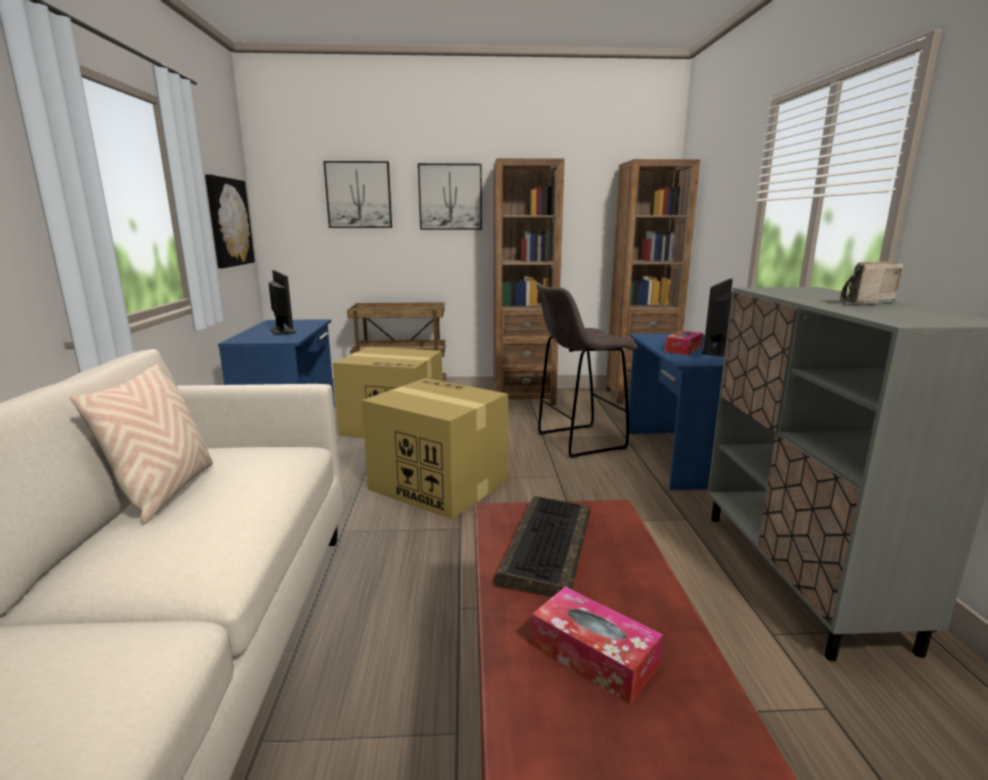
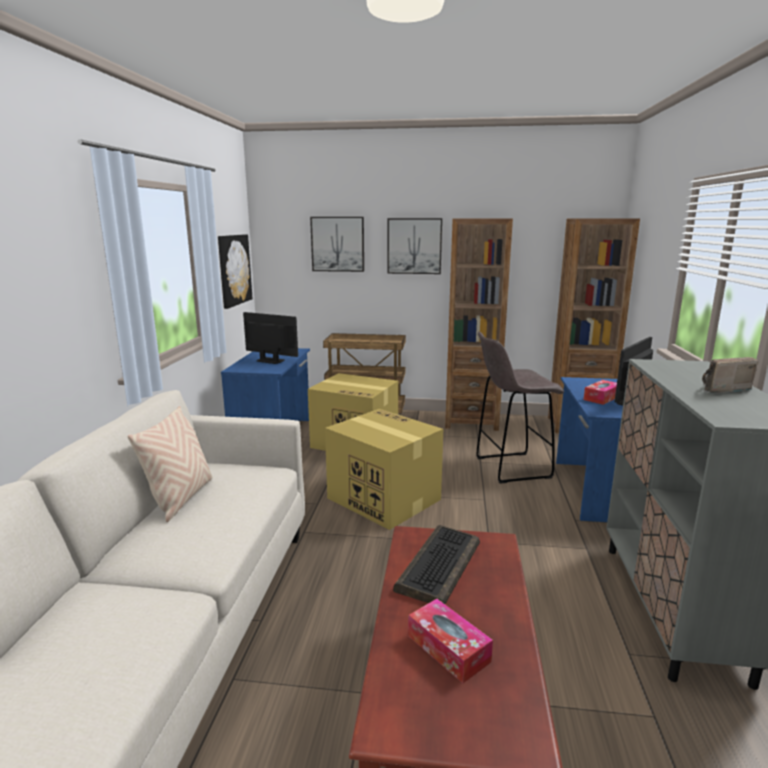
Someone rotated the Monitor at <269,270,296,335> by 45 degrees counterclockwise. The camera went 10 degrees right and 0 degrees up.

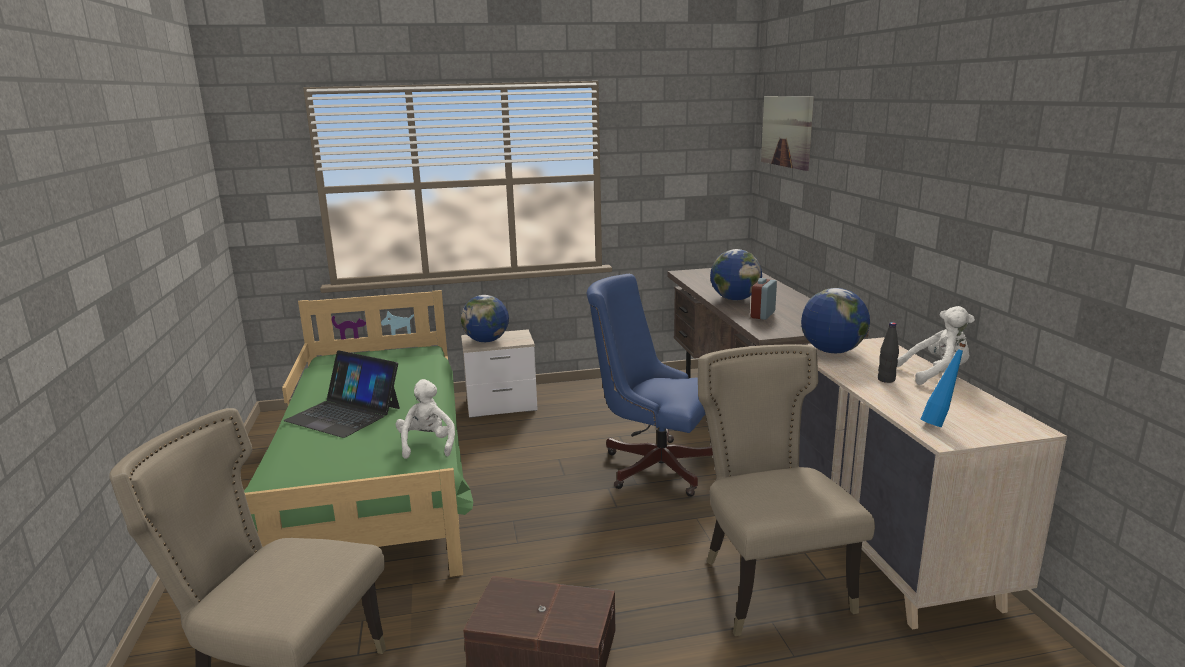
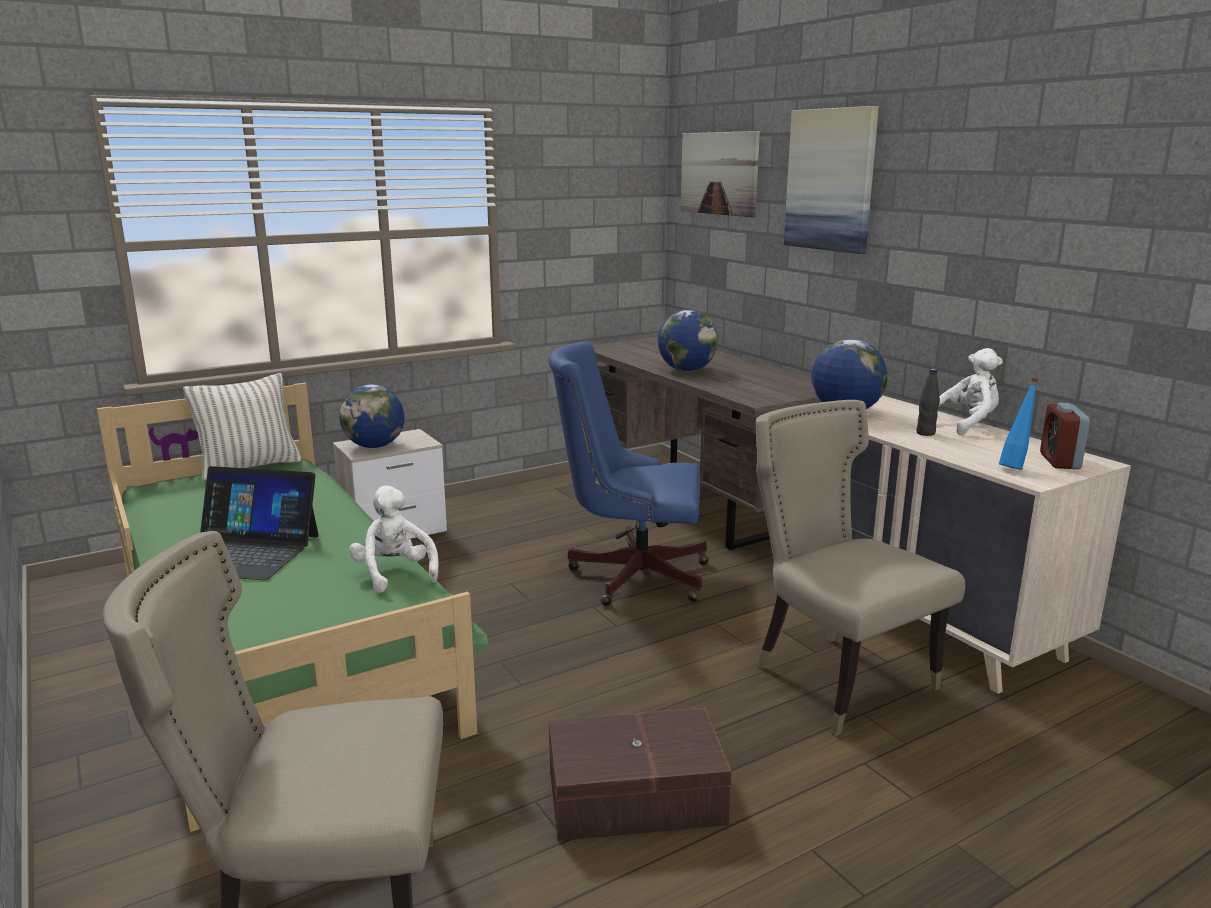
Someone put down the Kissen at <183,373,302,480>. Someone put up the Bild at <784,106,879,254>. Someone carried the Wecker from <751,278,777,320> to <1040,403,1090,469>. The camera went 20 degrees left and 0 degrees up.

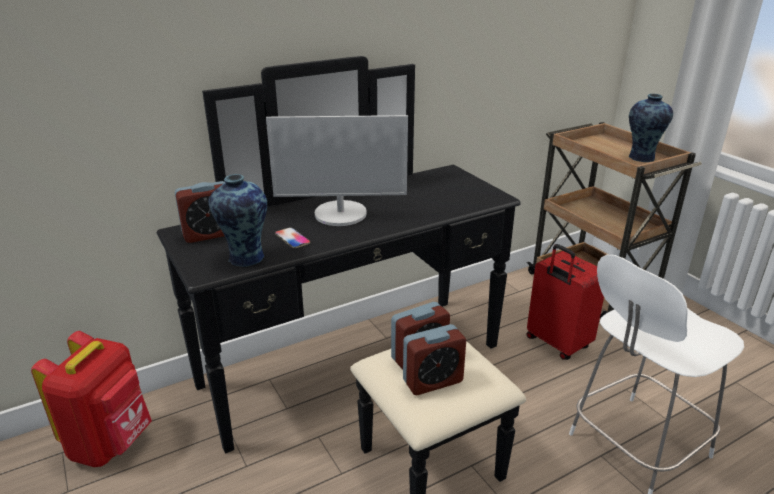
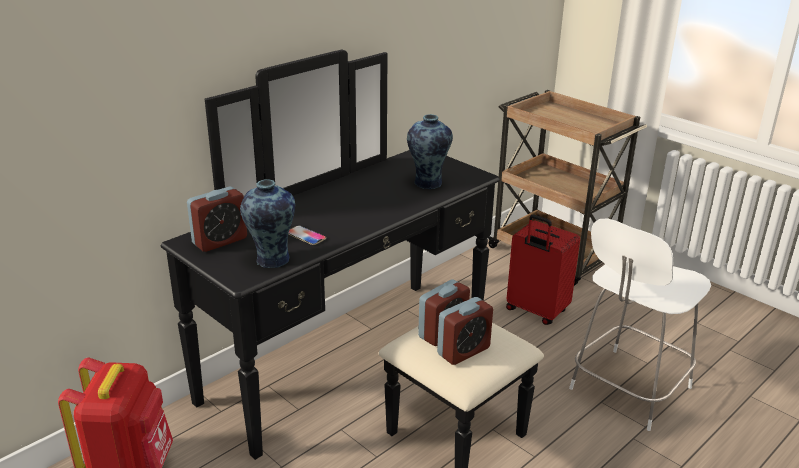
Someone took away the Monitor at <266,115,408,226>. Someone carried the Vase from <629,94,673,162> to <407,114,453,189>. The camera went 15 degrees left and 0 degrees up.

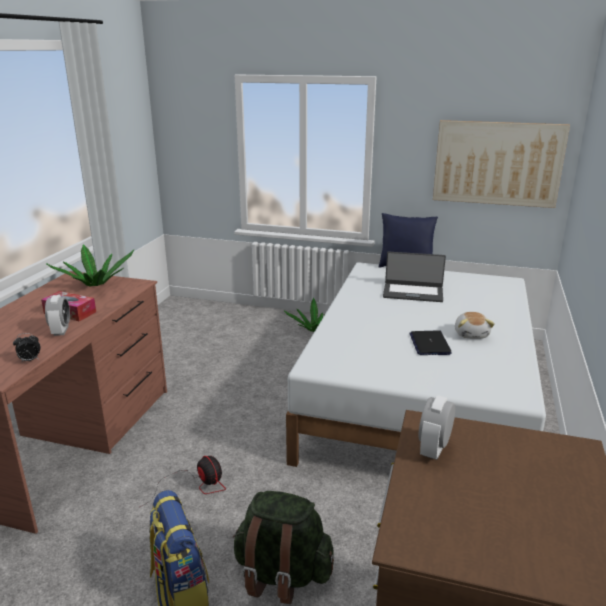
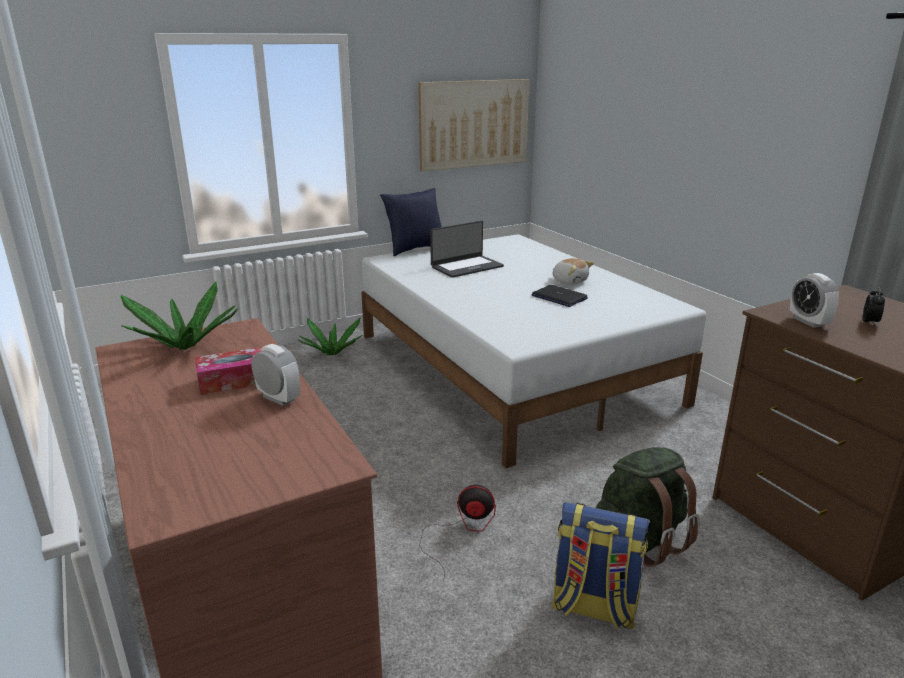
Someone carried the Wecker from <13,333,40,361> to <863,287,885,327>. The camera went 45 degrees left and 0 degrees up.

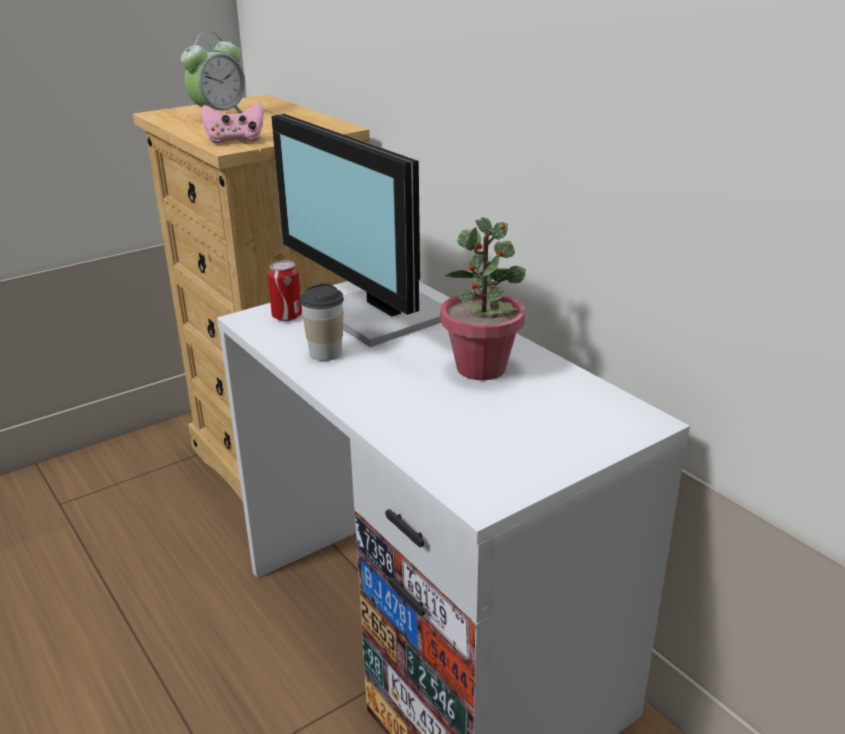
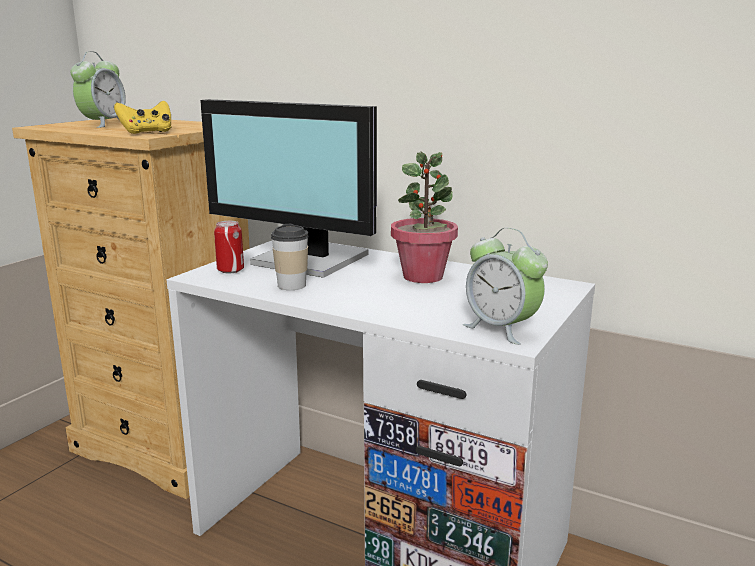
Someone put down the Wecker at <463,228,548,345>. Someone repainted the Gamepad/rosa at <201,102,264,143>, which became the Gamepad/gelb at <114,101,172,134>. The camera went 25 degrees left and 10 degrees down.

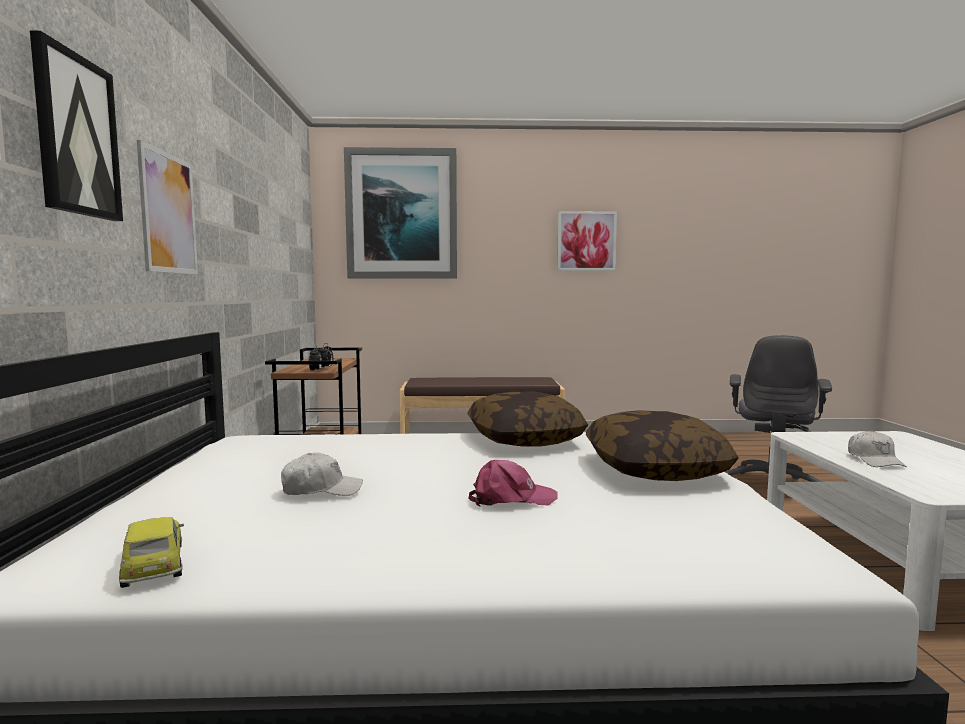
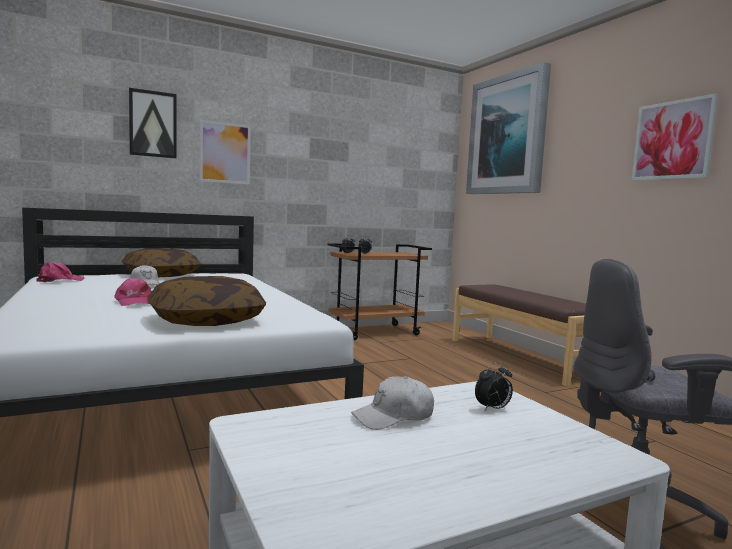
Someone put down the Wecker at <475,362,513,412>. Someone carried the Kissen from <467,391,588,447> to <122,248,201,277>. Someone swapped the Spielzeugauto at <119,517,184,588> for the Kappe/rosa at <36,262,85,282>. The camera went 65 degrees right and 0 degrees up.

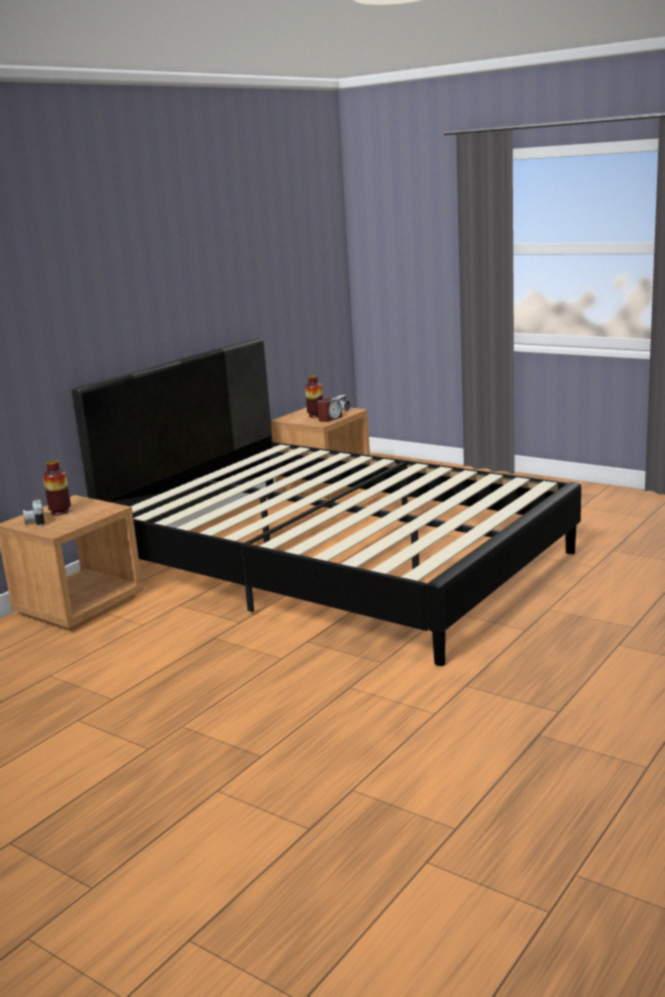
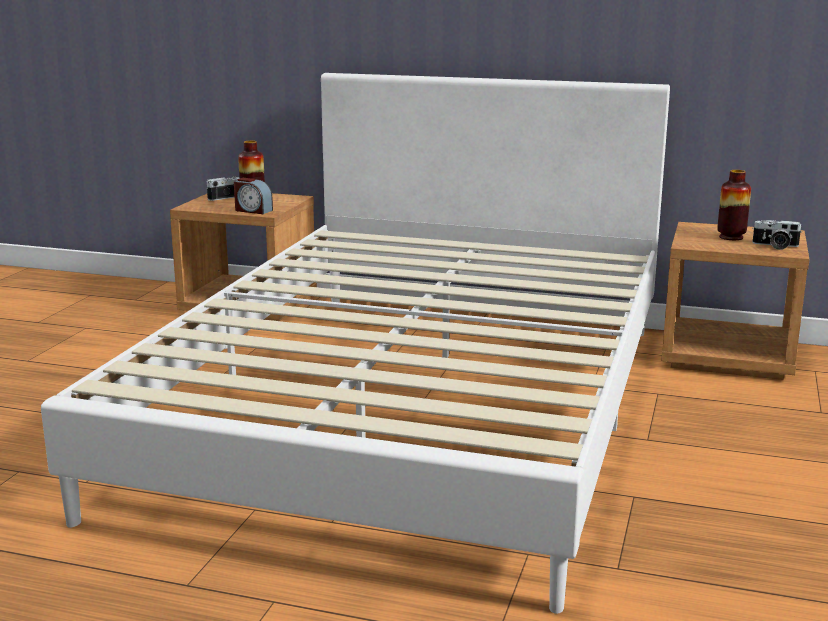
Someone carried the Wecker from <317,398,342,422> to <234,178,273,214>. Someone repainted the Bett/schwarz at <71,338,581,666>, which became the Bett/weiß at <41,73,670,614>. The camera went 70 degrees right and 0 degrees up.

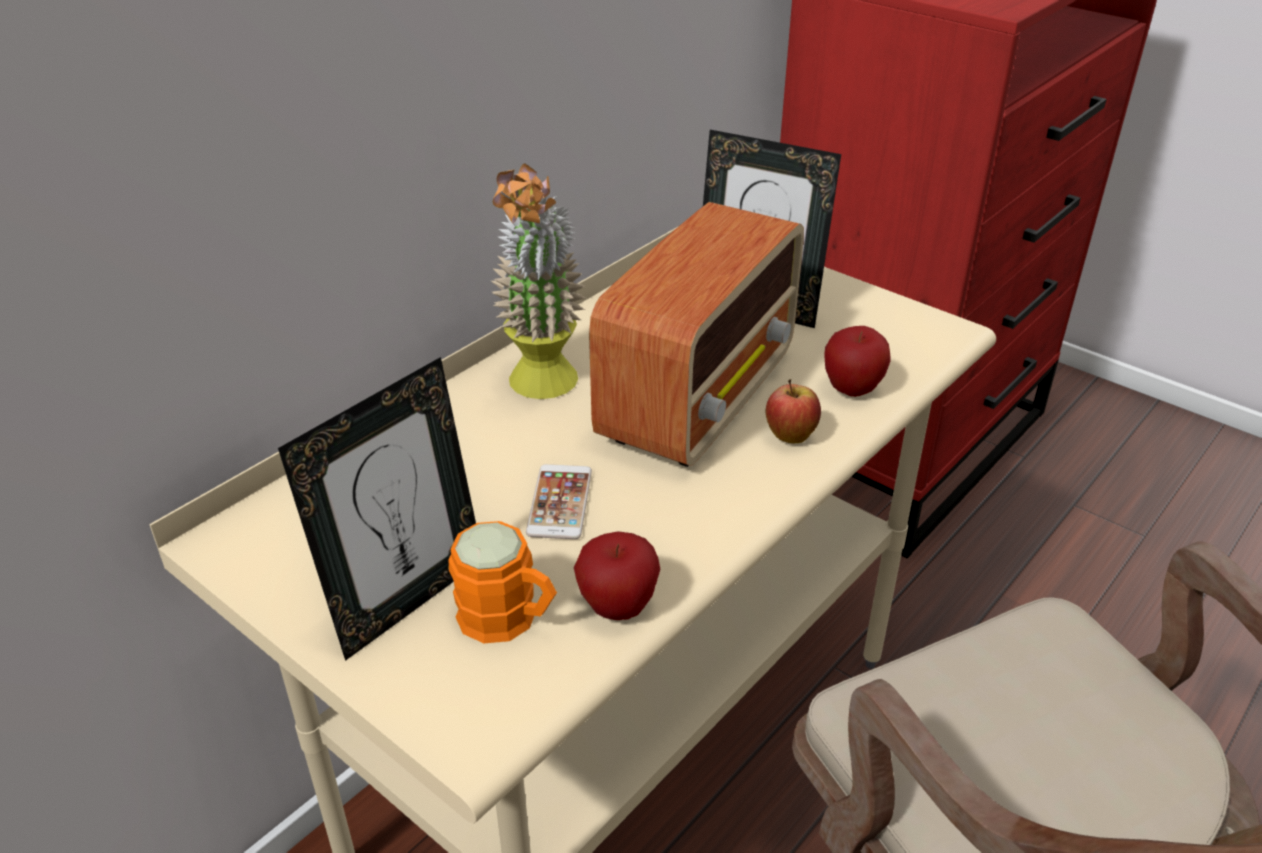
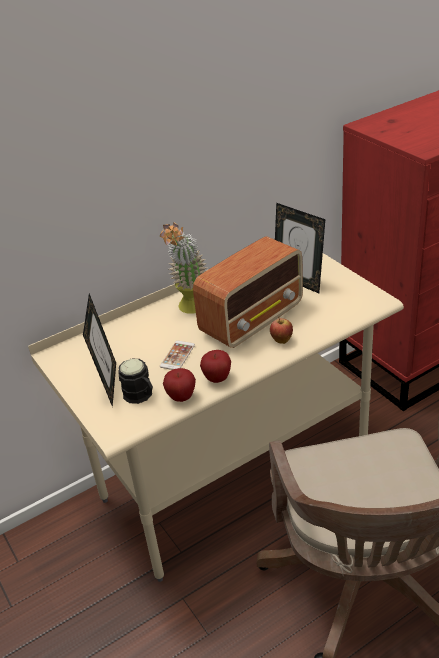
Someone carried the Apfel from <824,326,891,397> to <200,350,231,383>. Someone repainted the Henkelbecher/orange at <448,521,557,643>, which became the Henkelbecher/schwarz at <118,358,153,404>. Someone rotated the Bilderrahmen at <278,357,476,661> by 60 degrees counterclockwise. The camera went 20 degrees right and 0 degrees up.

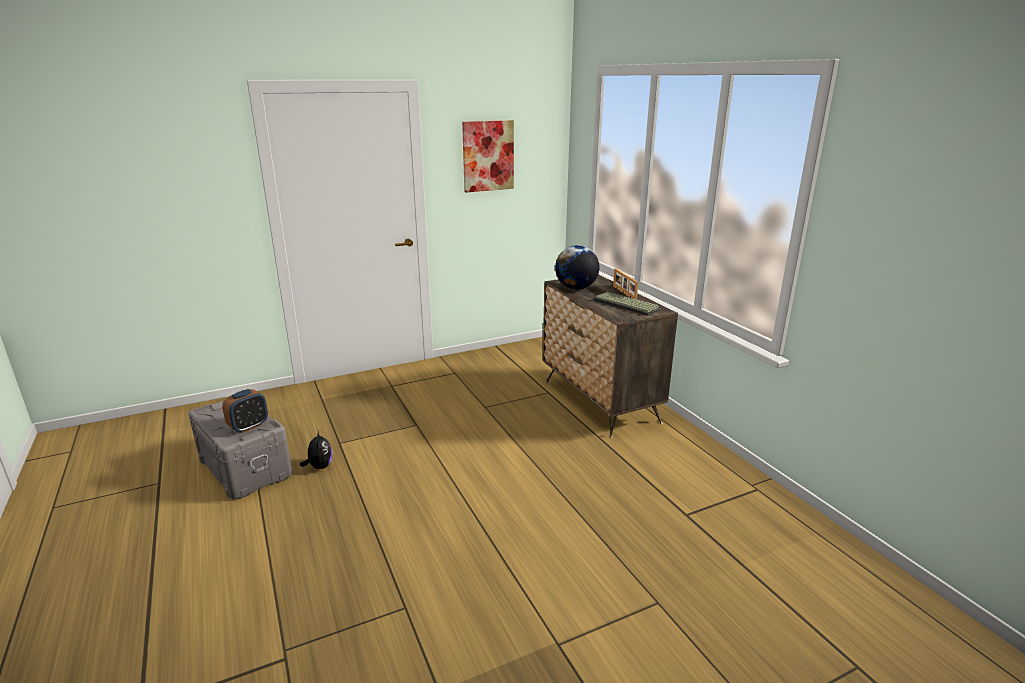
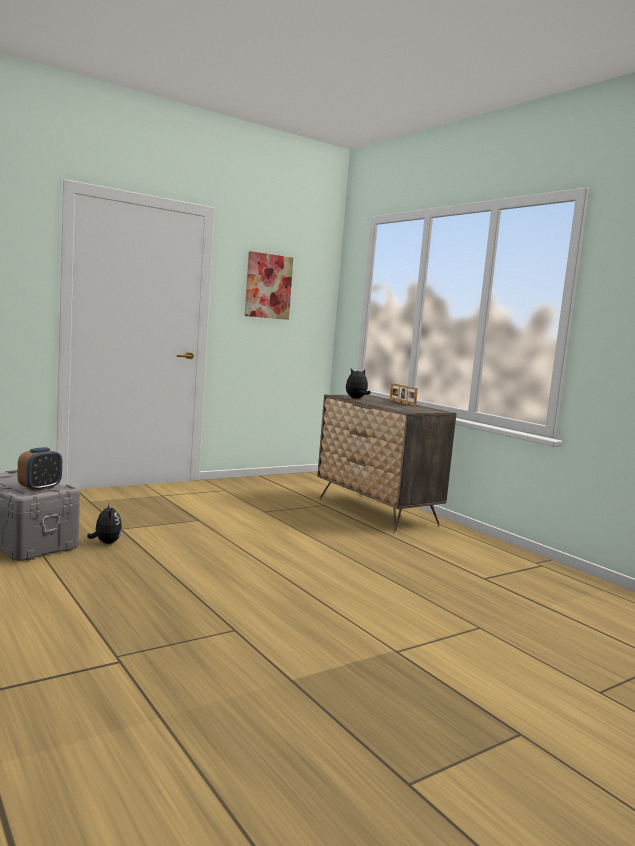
Someone took away the Tastatur at <594,292,661,316>. Someone swapped the Globus at <555,245,599,290> for the Plüschtier at <346,369,371,398>. The camera went 10 degrees left and 15 degrees down.

